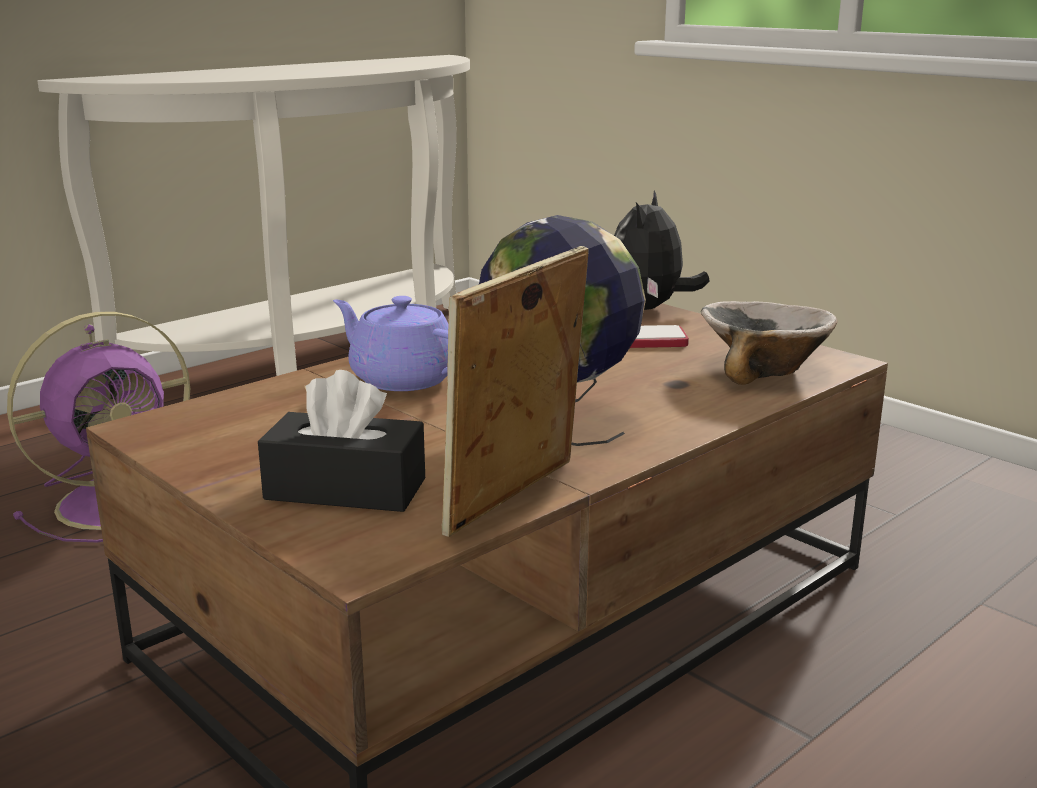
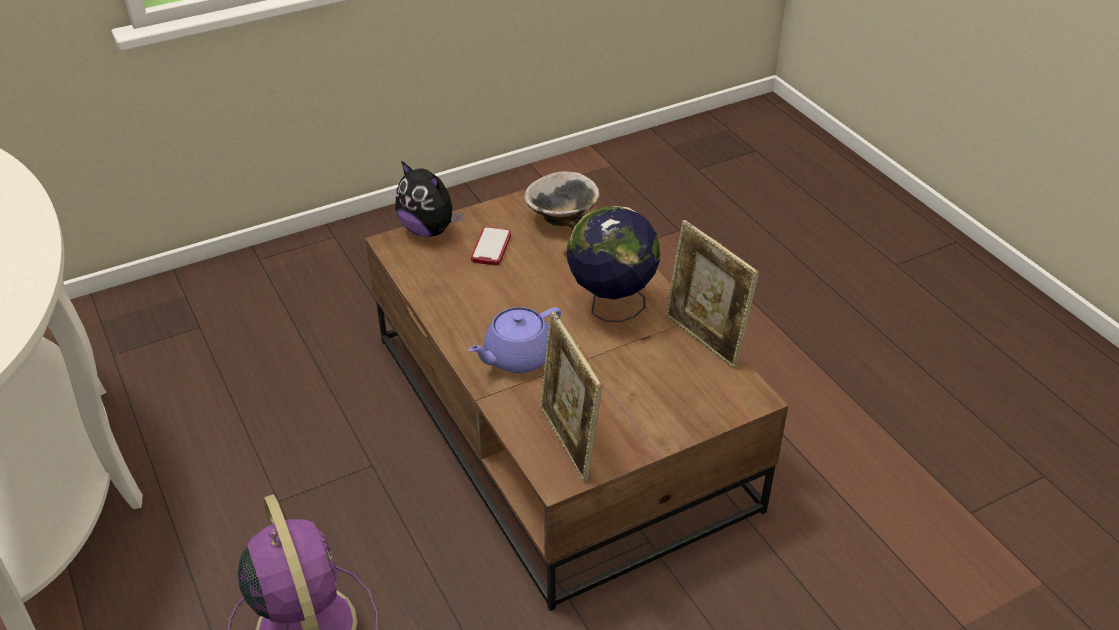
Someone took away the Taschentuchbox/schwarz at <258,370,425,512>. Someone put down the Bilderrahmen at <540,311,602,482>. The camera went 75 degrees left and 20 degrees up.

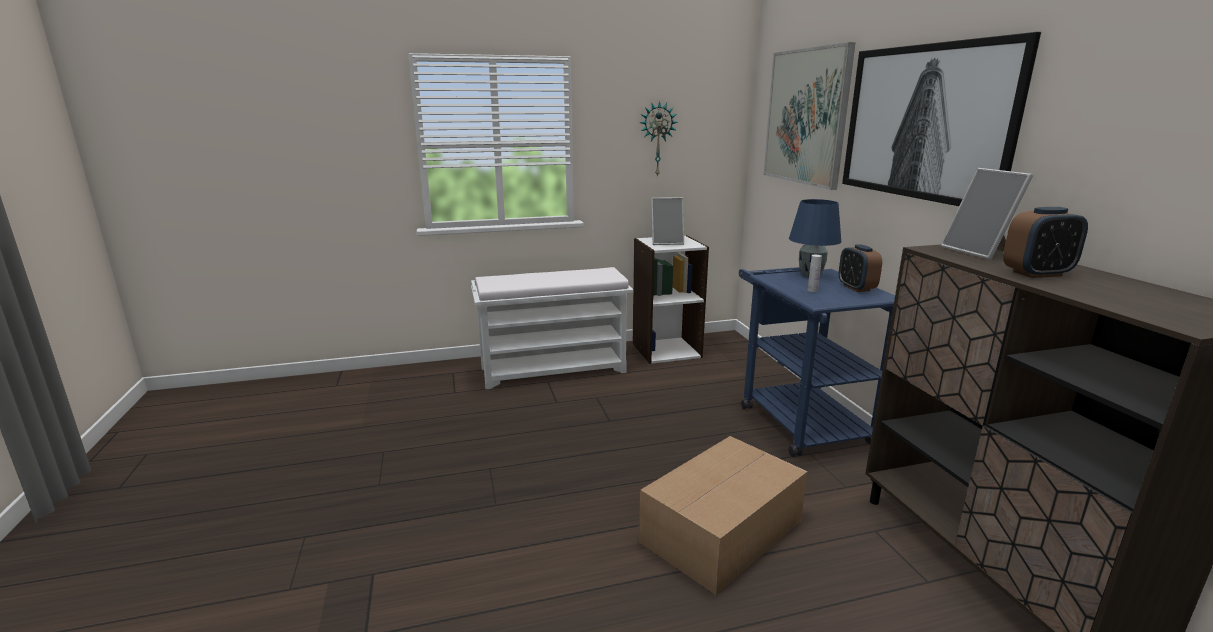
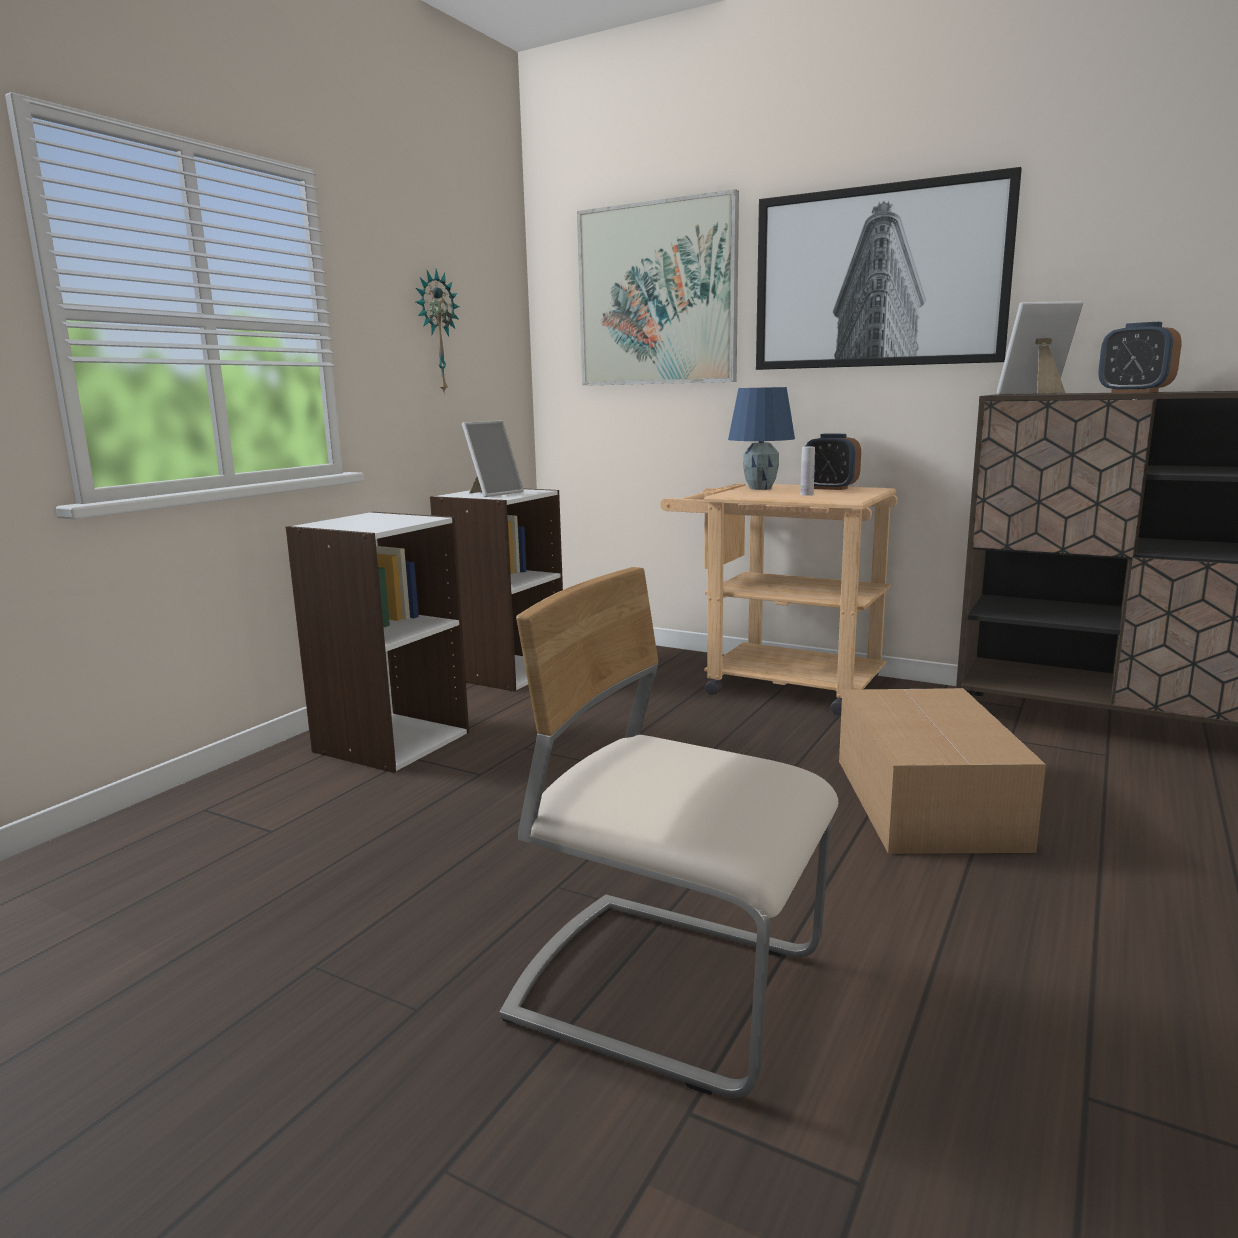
Someone put down the Stuhl/beige at <500,567,838,1098>. Someone swapped the Bank/weiß at <471,267,633,389> for the Bücherregal/weiß at <286,512,469,773>. Someone repainted the Rollwagen/blau at <739,267,895,457>, which became the Rollwagen/beige at <660,484,898,715>. Someone rotated the Bilderrahmen at <941,168,1033,260> by 150 degrees clockwise. Someone rotated the Wecker at <1003,207,1088,278> by 105 degrees clockwise. The camera went 45 degrees left and 5 degrees down.

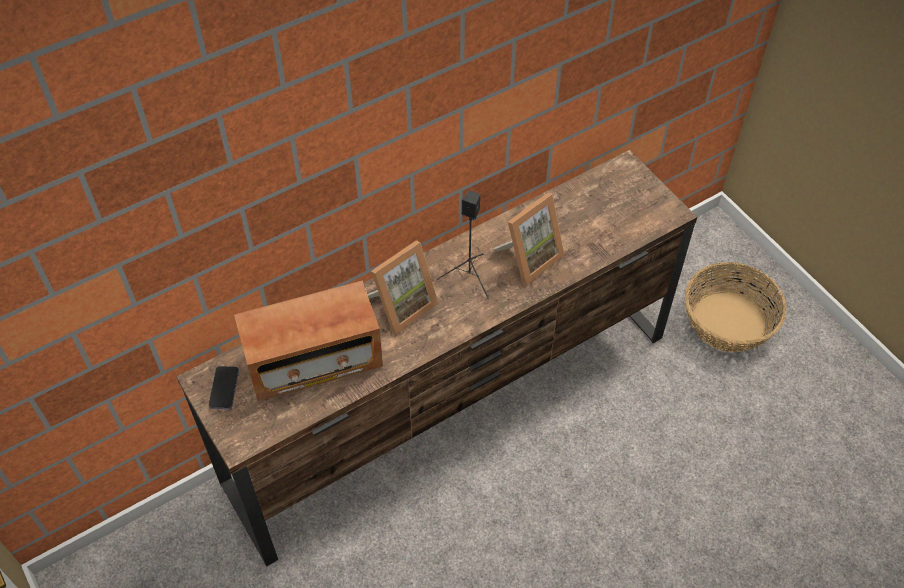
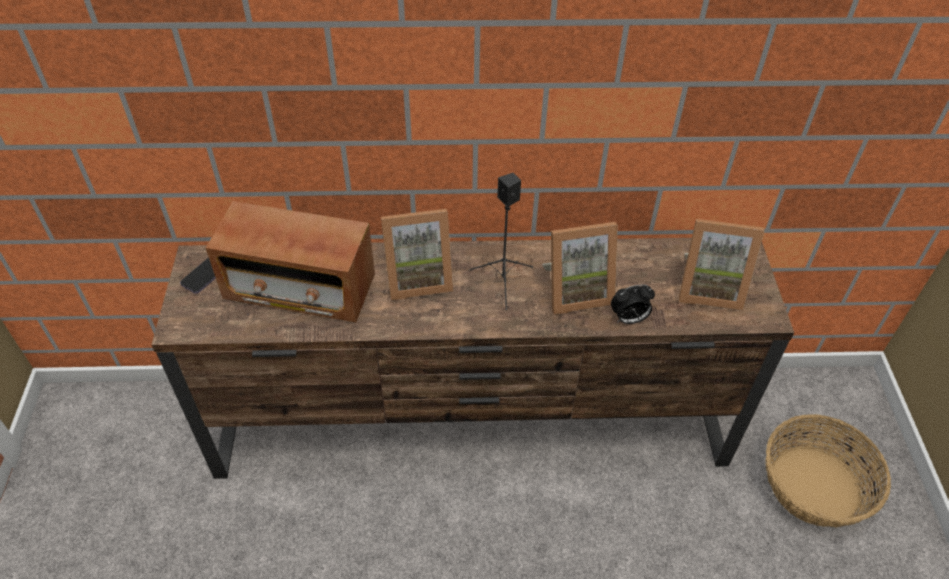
Someone put down the Wecker at <611,284,655,324>. Someone put down the Bilderrahmen at <678,219,765,311>. The camera went 30 degrees right and 5 degrees down.

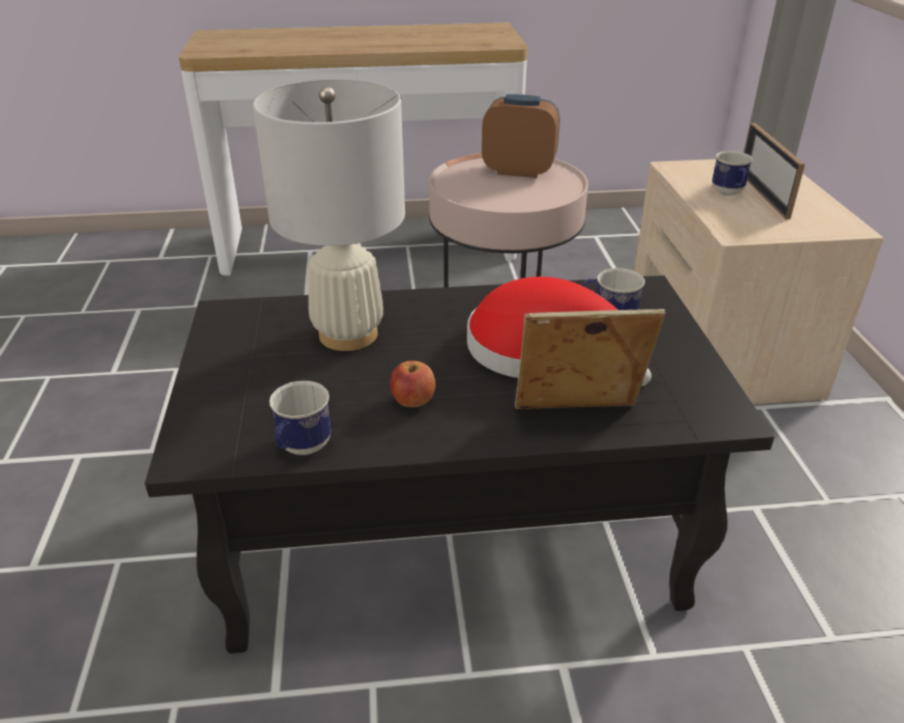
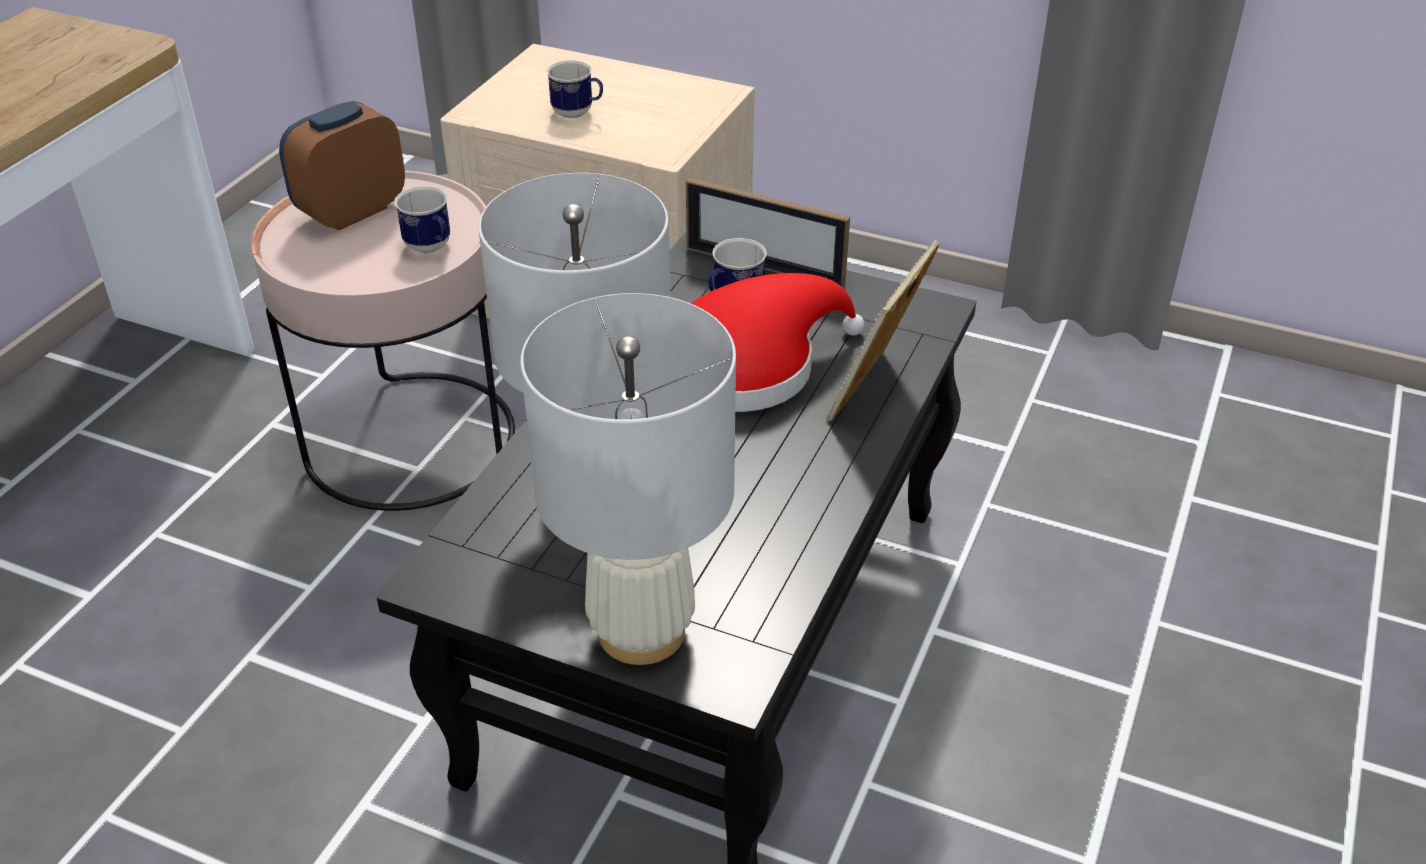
Someone took away the Apfel at <390,361,435,407>. Someone put down the Tischlampe/weiß at <520,293,736,665>. Someone carried the Henkelbecher from <269,381,331,455> to <394,186,450,253>. Someone carried the Bilderrahmen from <744,123,805,219> to <686,178,850,288>. The camera went 60 degrees left and 5 degrees up.

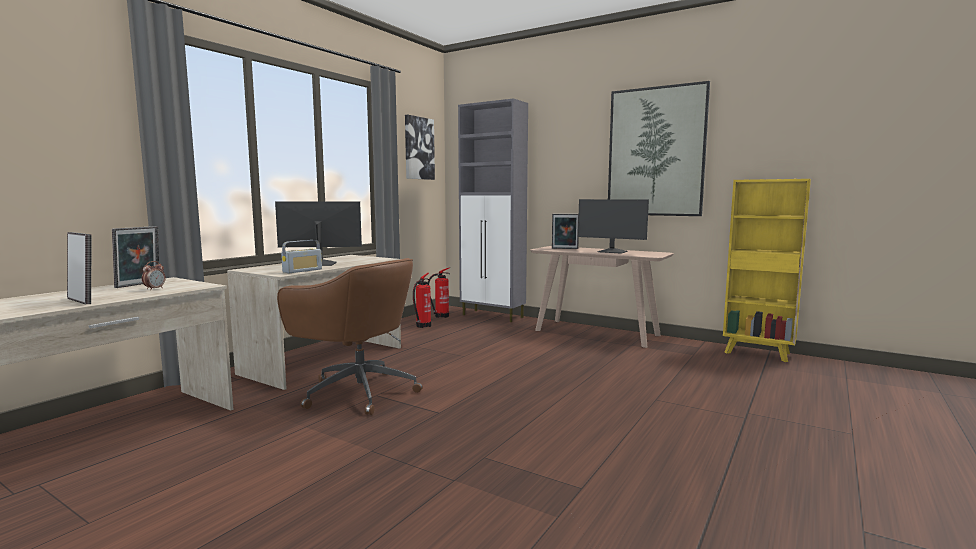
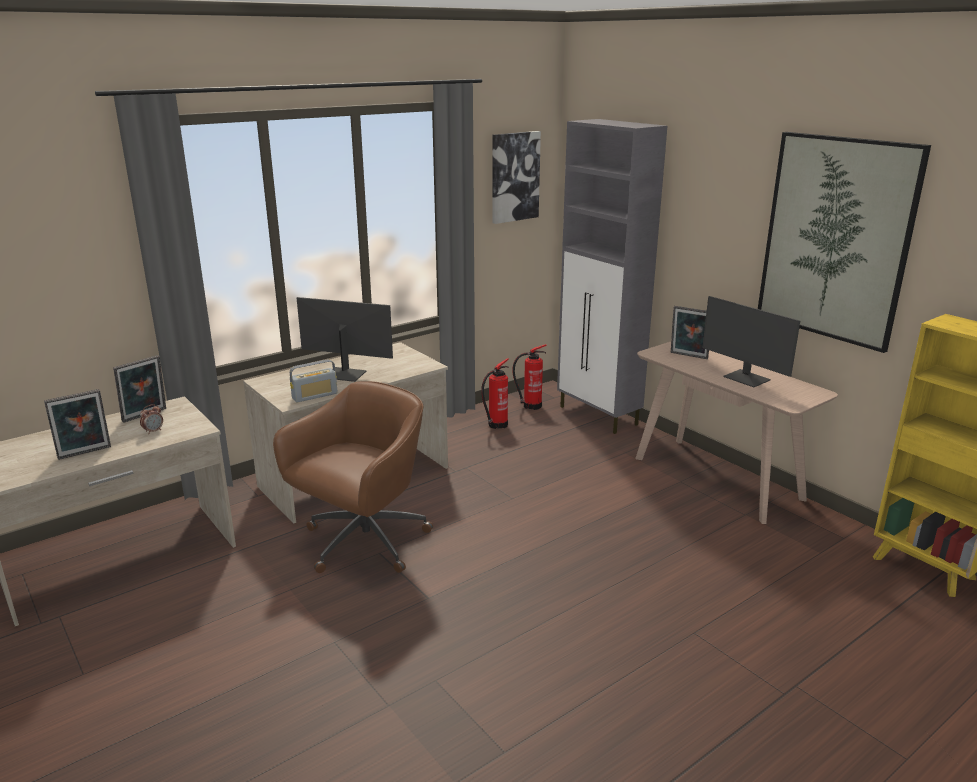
Someone rotated the Bilderrahmen at <67,232,92,304> by 90 degrees clockwise. Someone rotated the Bürostuhl/braun at <277,258,423,415> by 105 degrees counterclockwise. The camera went 20 degrees right and 15 degrees up.

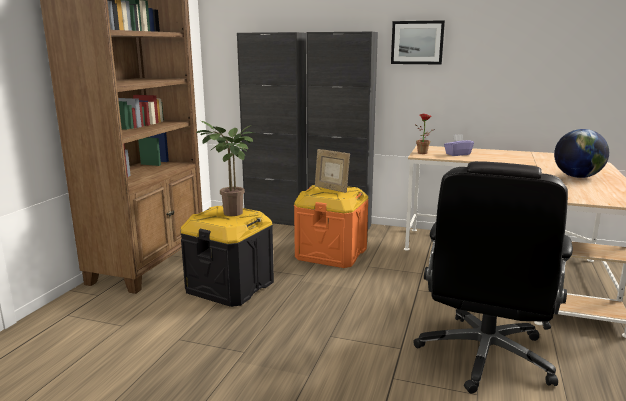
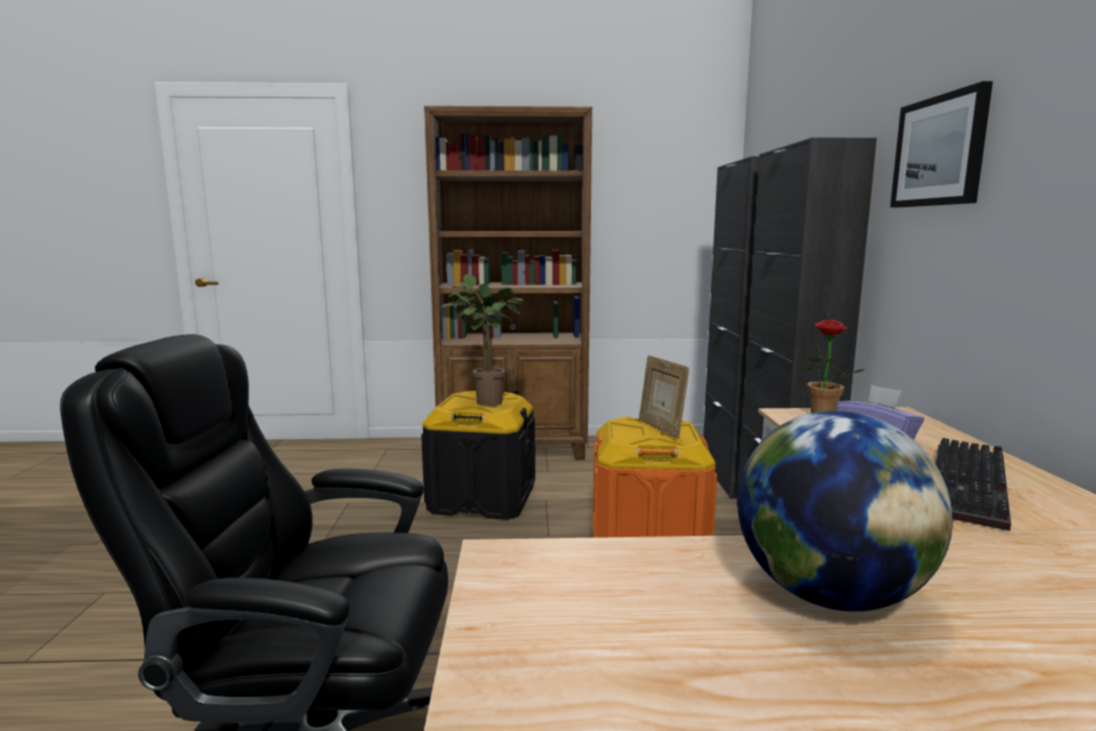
Someone put down the Tastatur at <935,438,1011,531>. Someone rotated the Bilderrahmen at <315,149,350,193> by 45 degrees counterclockwise. The camera went 70 degrees right and 5 degrees down.

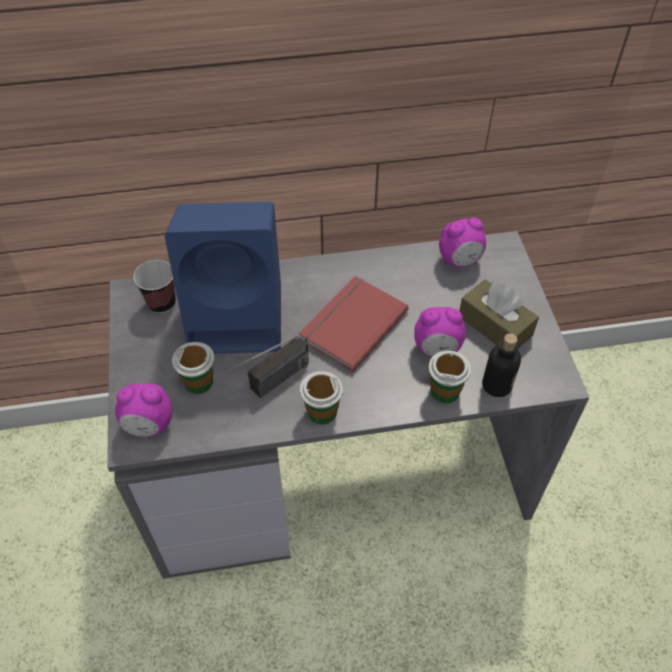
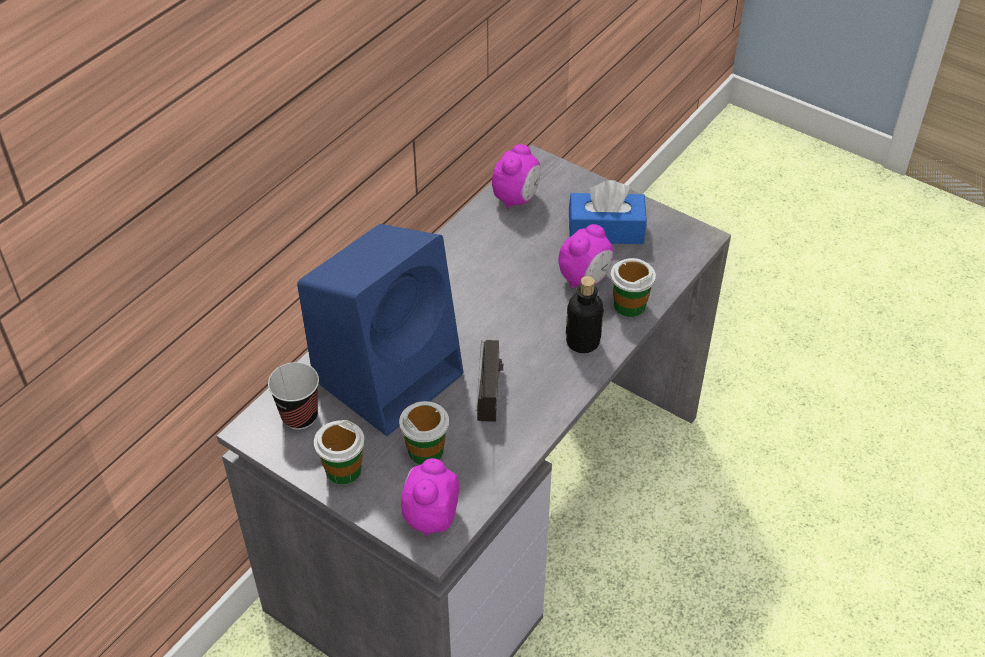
Someone took away the Buch/rot at <299,276,409,372>. Someone carried the Tasse from <300,371,343,425> to <314,420,365,485>. Someone carried the Flasche from <482,333,521,397> to <566,276,604,353>. Someone repainted the Taschentuchbox/braun at <459,279,539,348>, which became the Taschentuchbox/blau at <569,180,647,244>. Someone rotated the Wecker at <115,383,172,437> by 150 degrees clockwise. The camera went 45 degrees left and 5 degrees down.

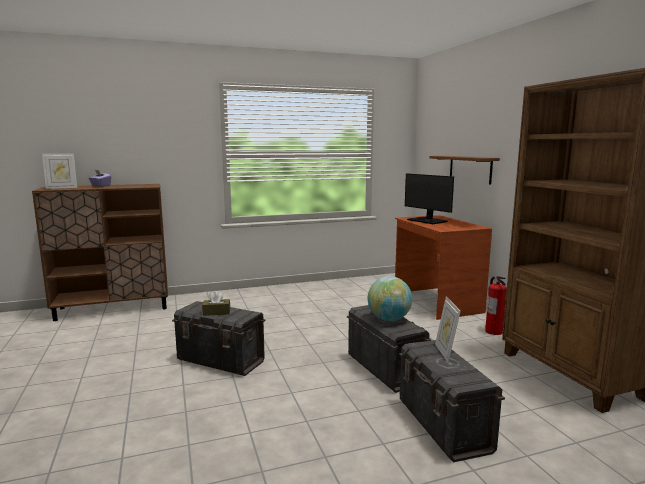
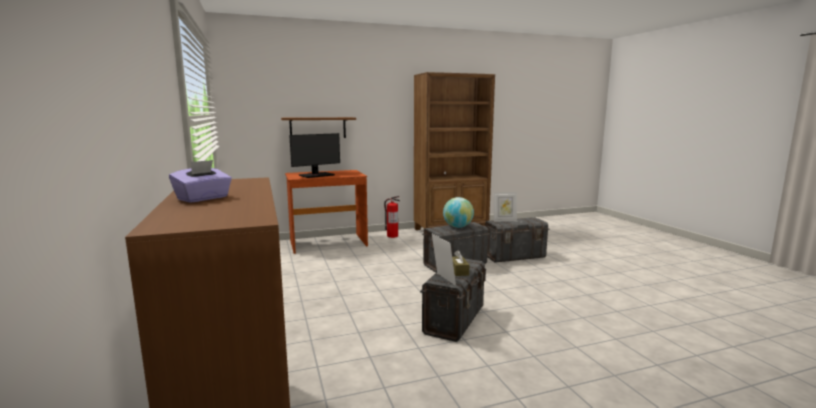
Someone carried the Bilderrahmen from <42,153,77,189> to <432,234,456,286>. The camera went 90 degrees left and 0 degrees up.

